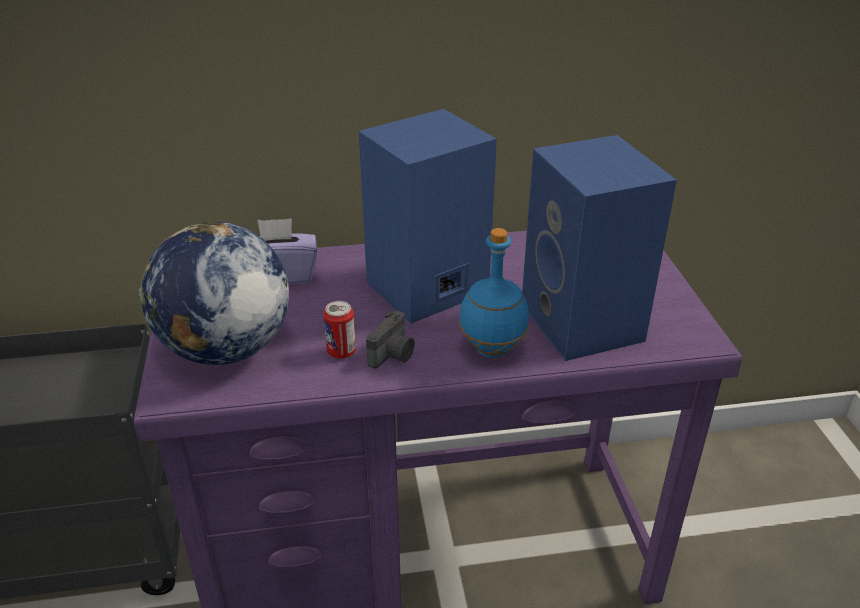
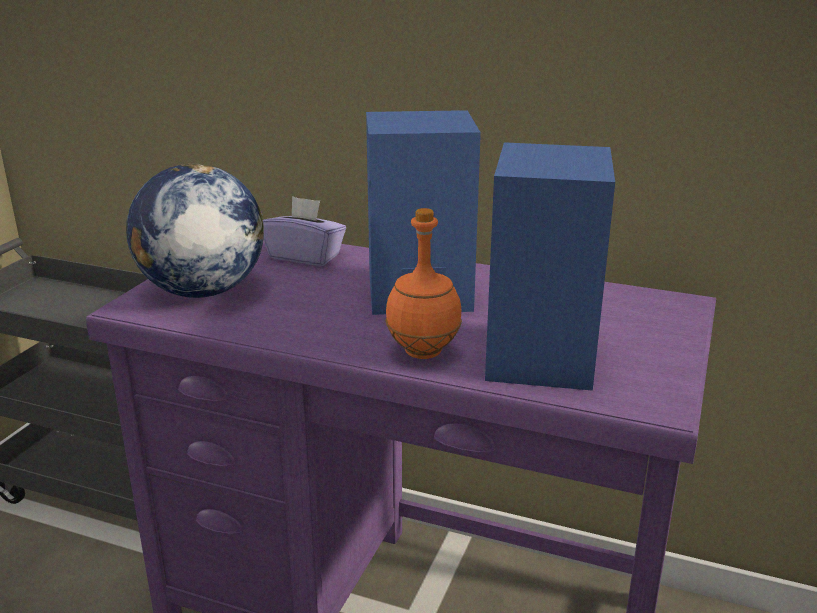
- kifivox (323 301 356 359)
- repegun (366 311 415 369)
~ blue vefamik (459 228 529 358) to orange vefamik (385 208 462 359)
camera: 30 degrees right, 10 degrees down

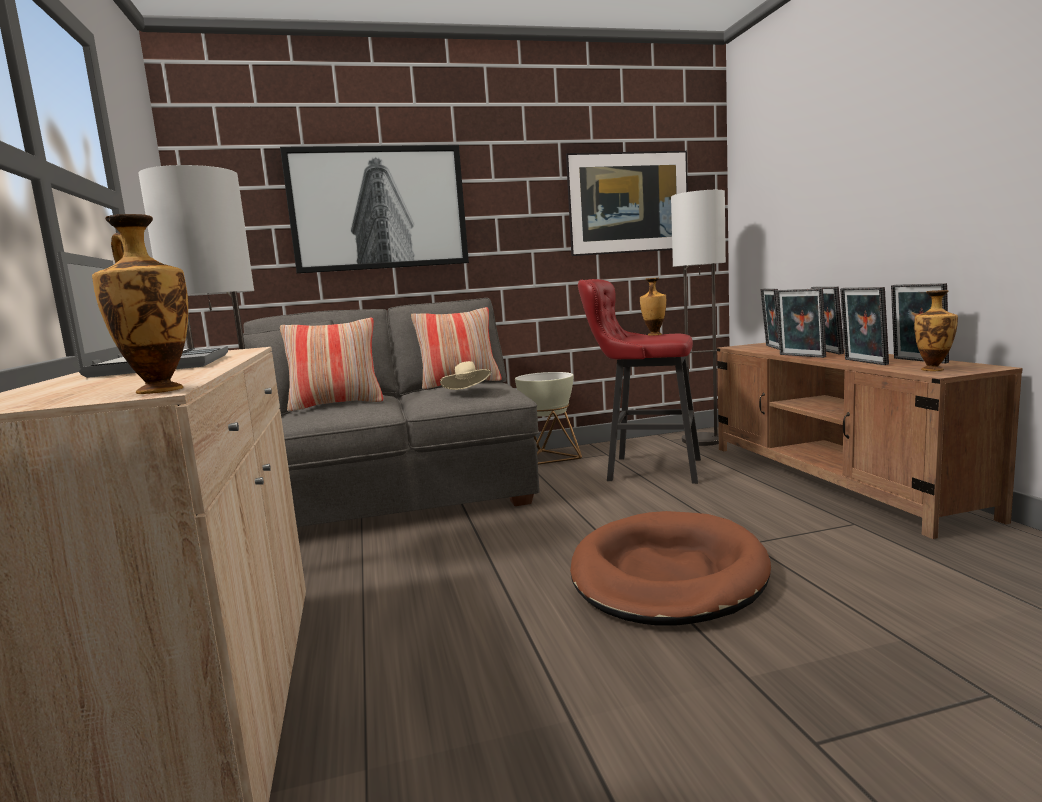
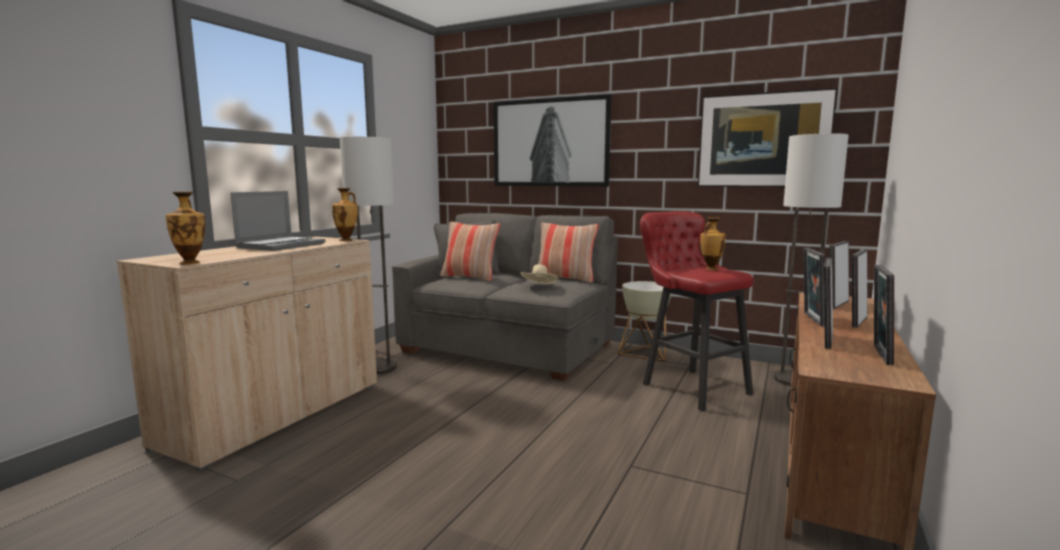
- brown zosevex (570 511 771 626)
~ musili (914 290 958 371) to (332 188 358 241)
camera: 40 degrees right, 0 degrees up

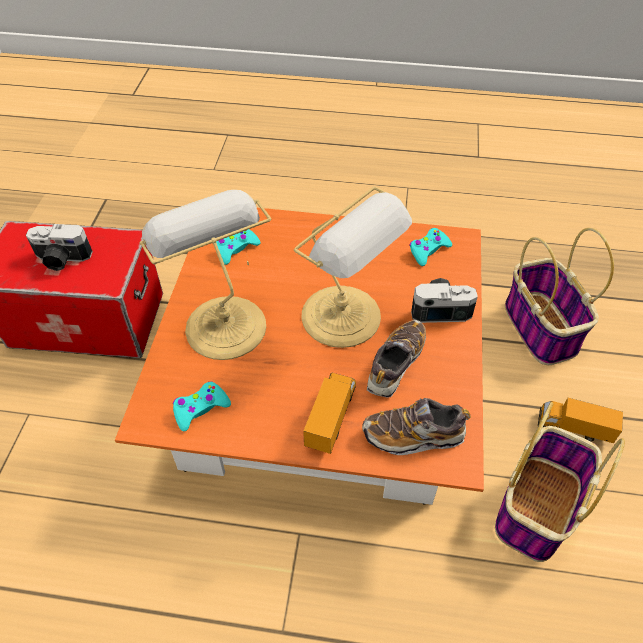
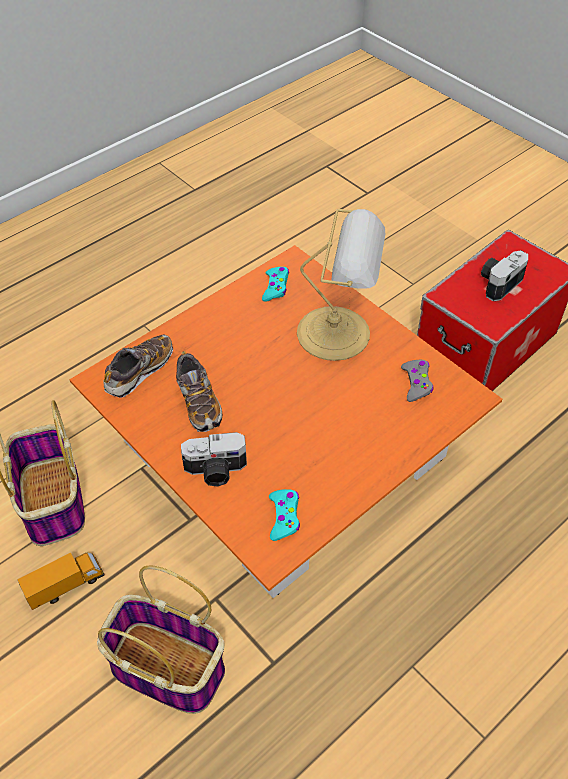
~ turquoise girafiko (216 229 261 265) to grey girafiko (401 360 433 402)
- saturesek (294 187 412 348)
- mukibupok (303 373 356 454)
~ repegun (411 278 478 323) = (181 432 247 487) 45 degrees clockwise
camera: 130 degrees right, 0 degrees up

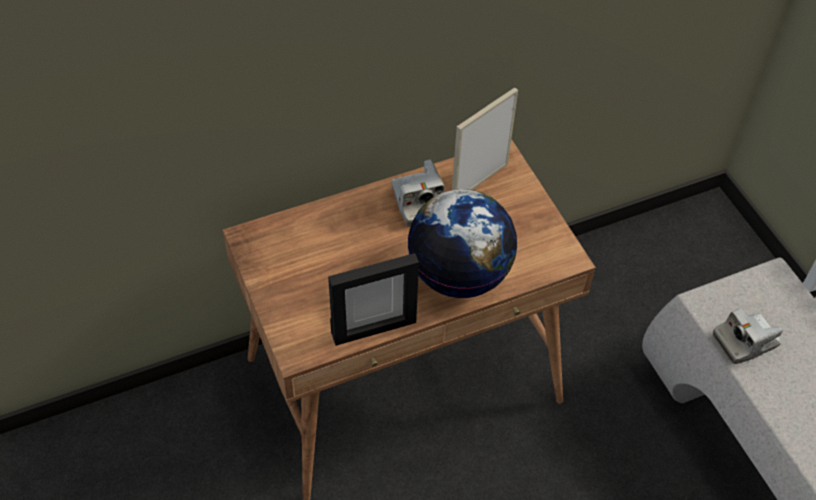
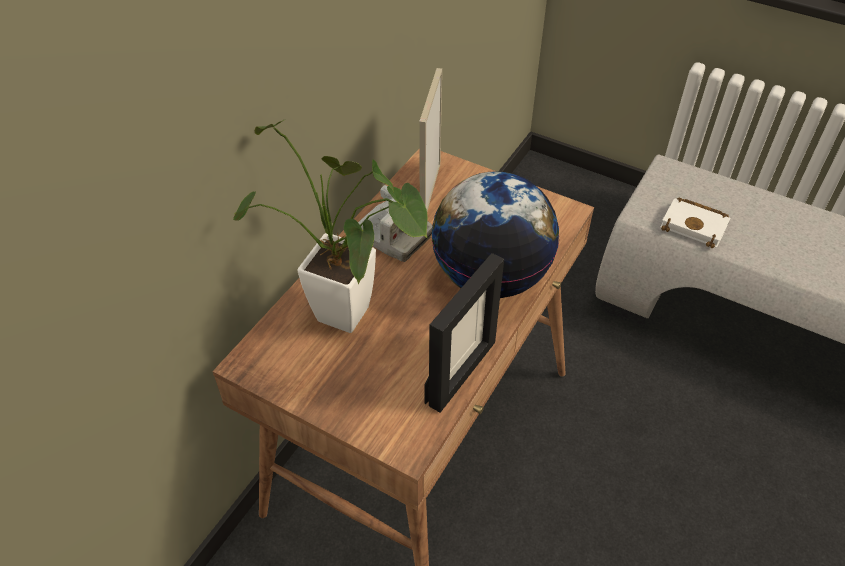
~ repegun (713 308 783 364) to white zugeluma (660 198 730 248)
+ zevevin (233 120 429 333)
camera: 35 degrees left, 5 degrees down

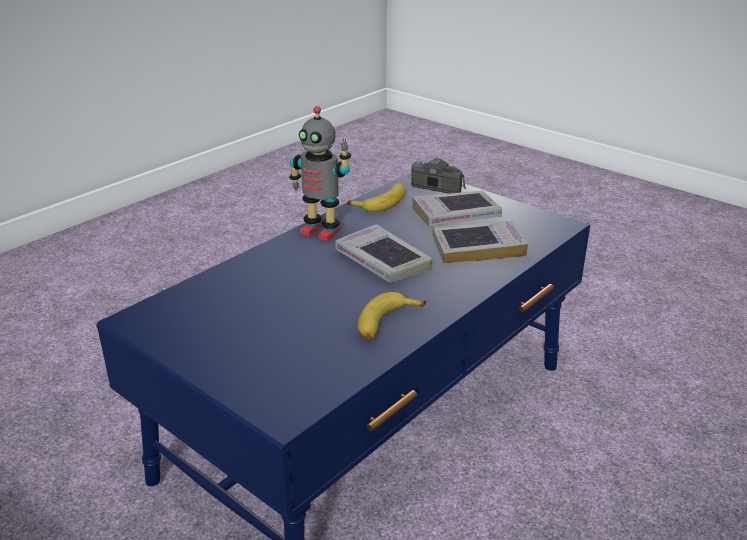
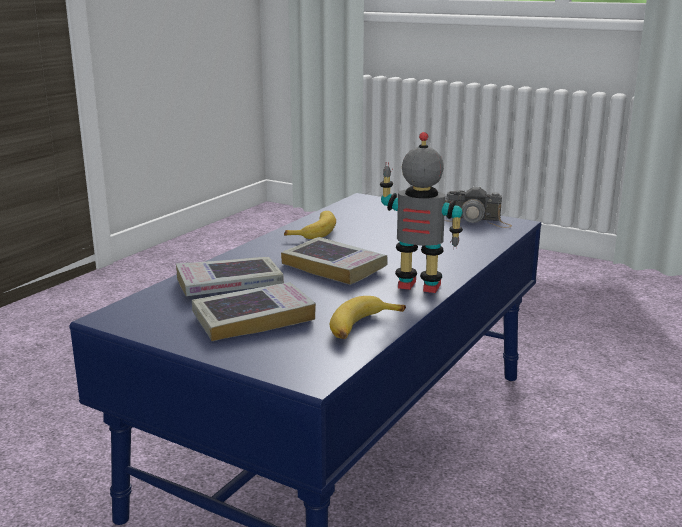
~ repegun (408 158 466 194) to (444 186 512 228)
camera: 170 degrees right, 10 degrees down

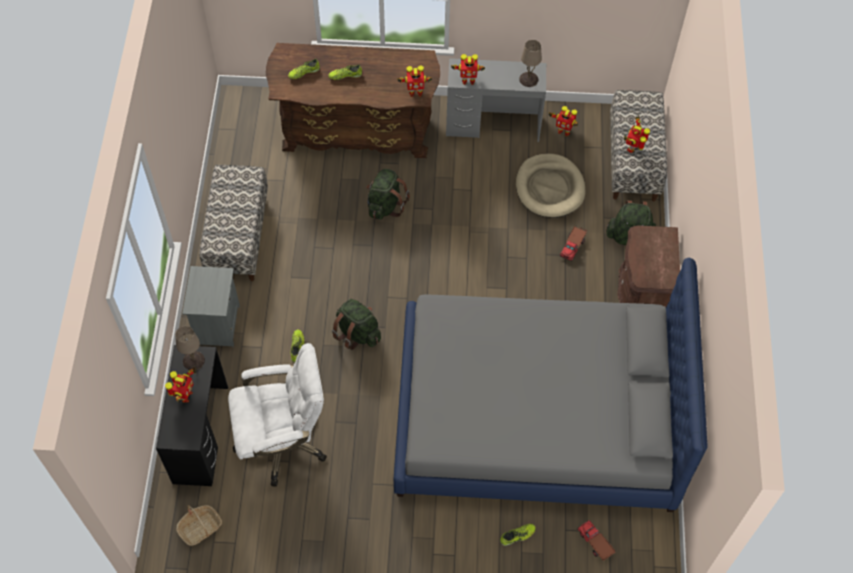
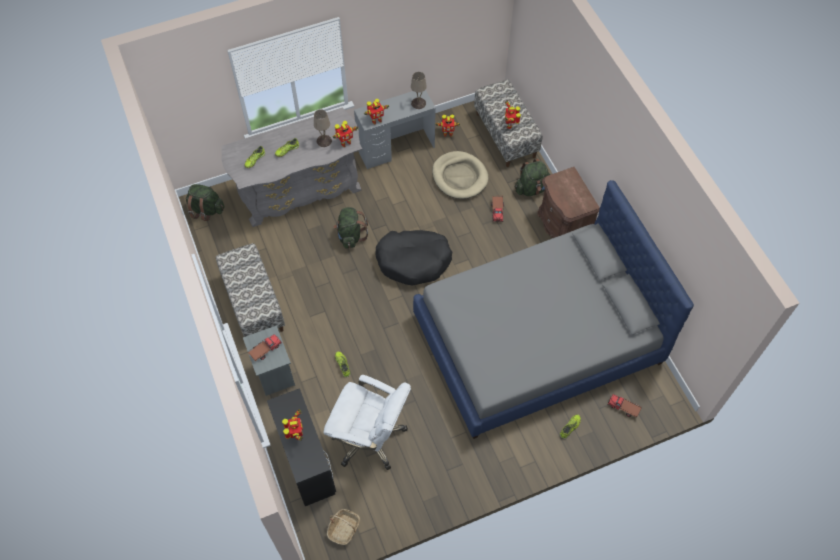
~ beige saturesek (175 326 205 370) to (314 109 332 147)
~ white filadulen (228 343 327 487) = (324 375 411 470) 60 degrees clockwise
~ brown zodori (266 43 440 158) to grey zodori (221 107 362 227)
~ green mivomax (332 299 381 350) to (186 184 224 221)
+ mukibupok (248 334 282 361)
+ black zosevex (375 230 452 285)
camera: 25 degrees left, 0 degrees up

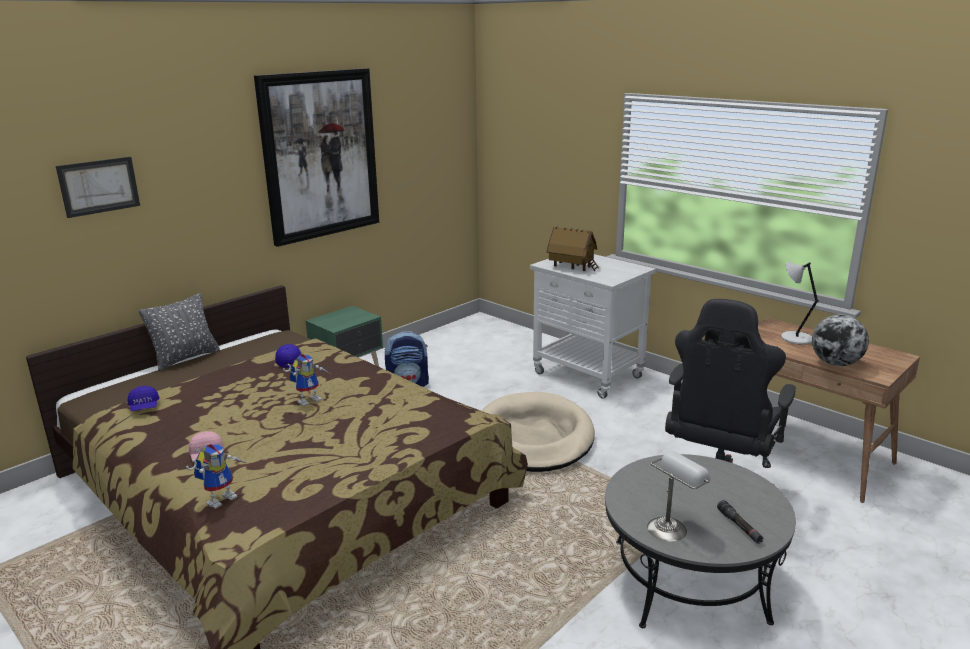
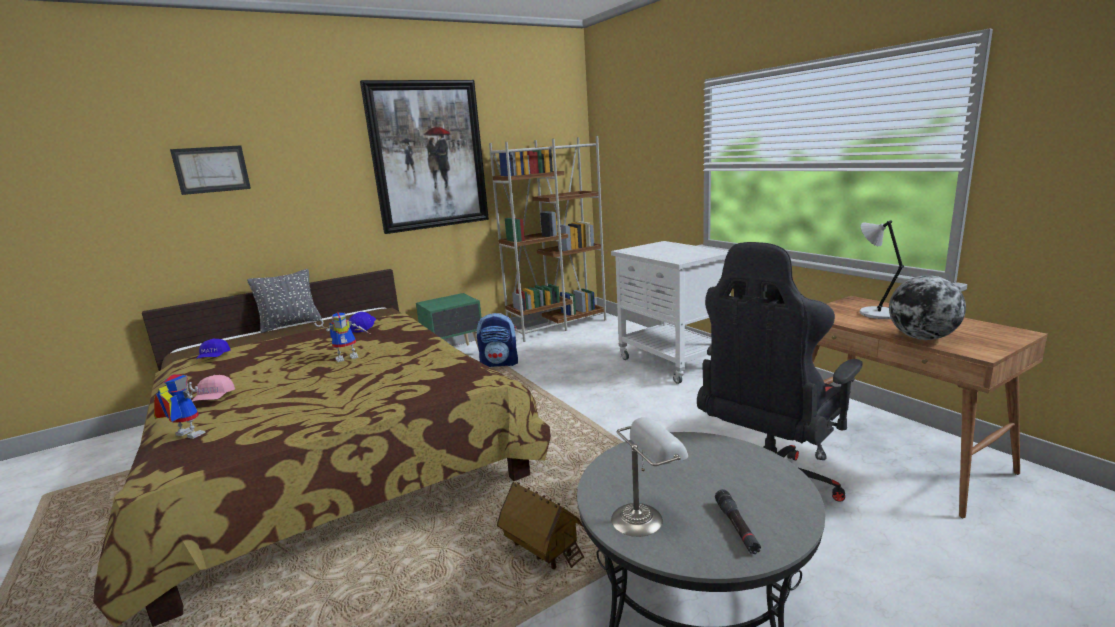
~ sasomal (186 444 246 509) = (154 375 205 439) 120 degrees counterclockwise
- beige zosevex (482 392 595 472)
~ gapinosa (547 227 599 271) to (497 482 584 569)
+ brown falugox (489 136 606 342)
camera: 15 degrees right, 5 degrees down

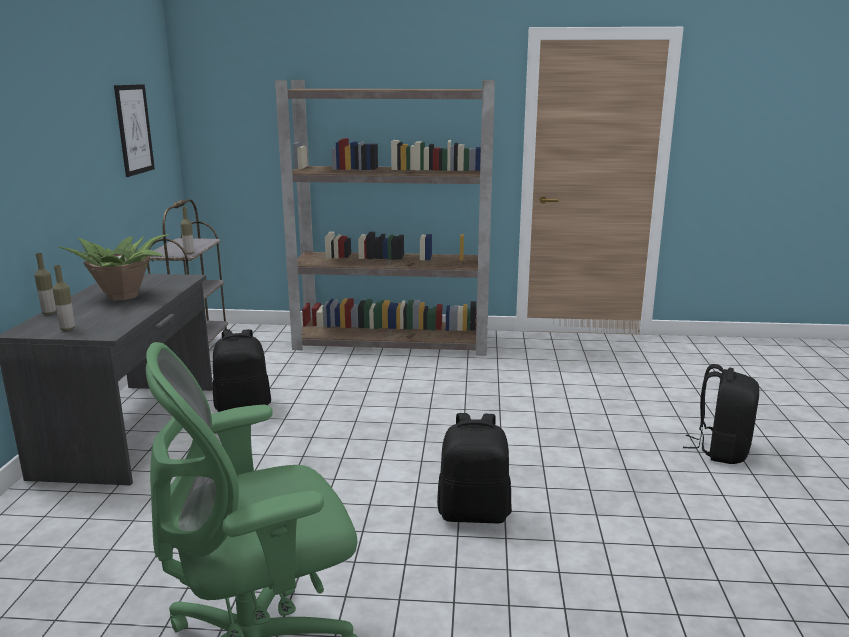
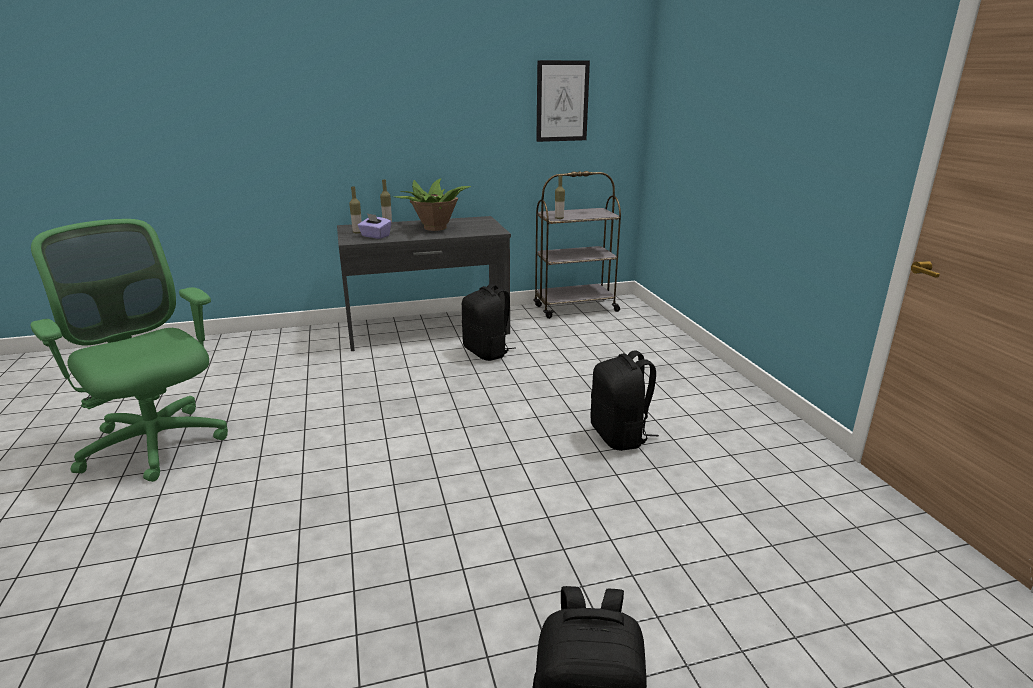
- brown falugox (275 80 495 356)
~ black mivomax (437 413 512 523) to (591 351 659 451)
+ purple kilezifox (358 213 391 239)
camera: 70 degrees right, 5 degrees up

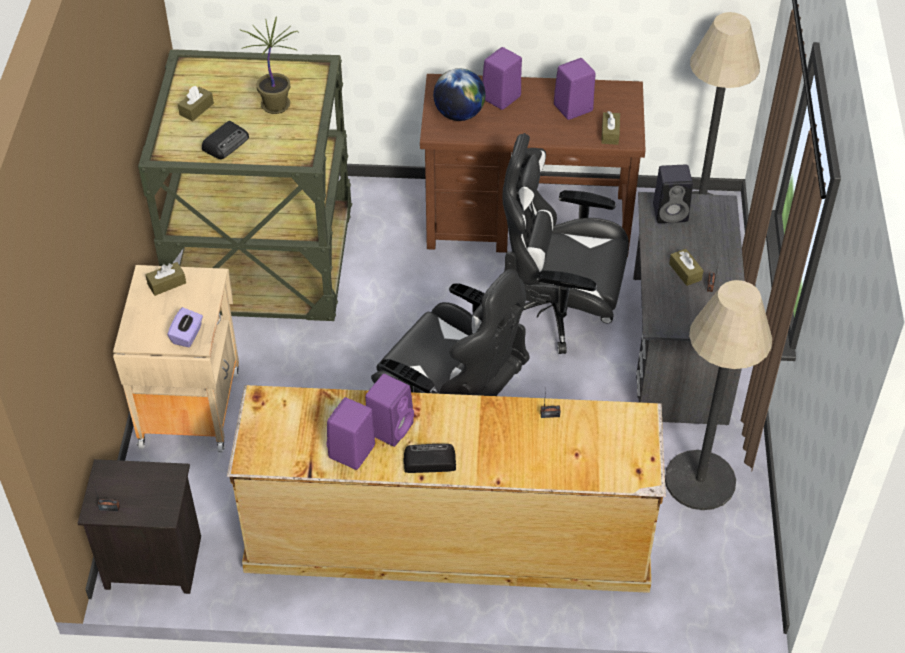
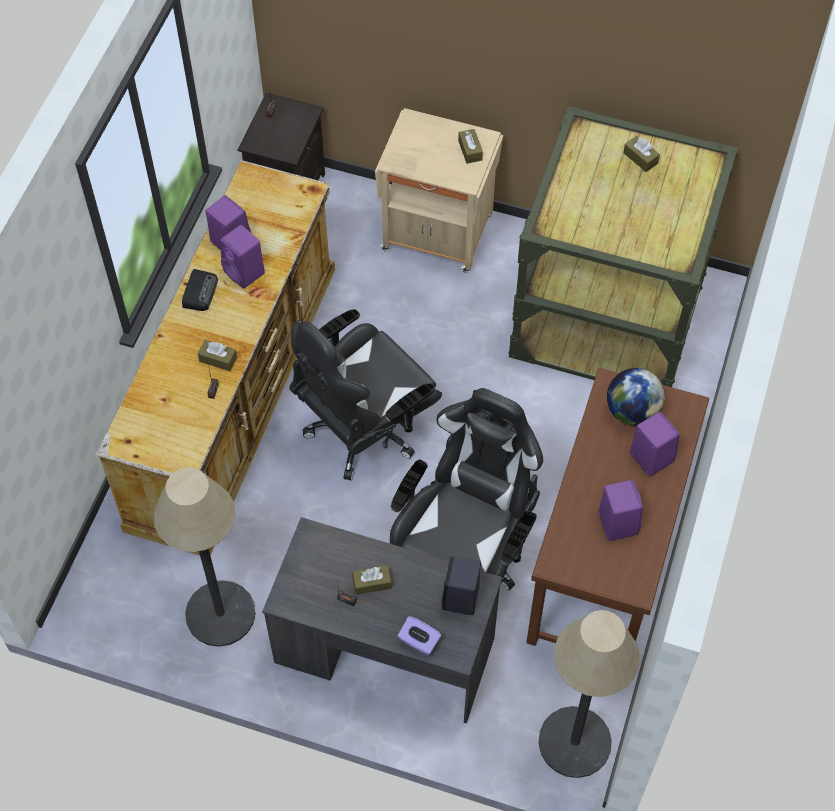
~ purple kilezifox (167 307 203 347) to (398 616 442 656)
- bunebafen (202 121 249 159)
- zevevin (239 16 299 114)
~ brown kilezifox (601 111 620 145) to (198 340 237 371)
camera: 105 degrees right, 10 degrees up

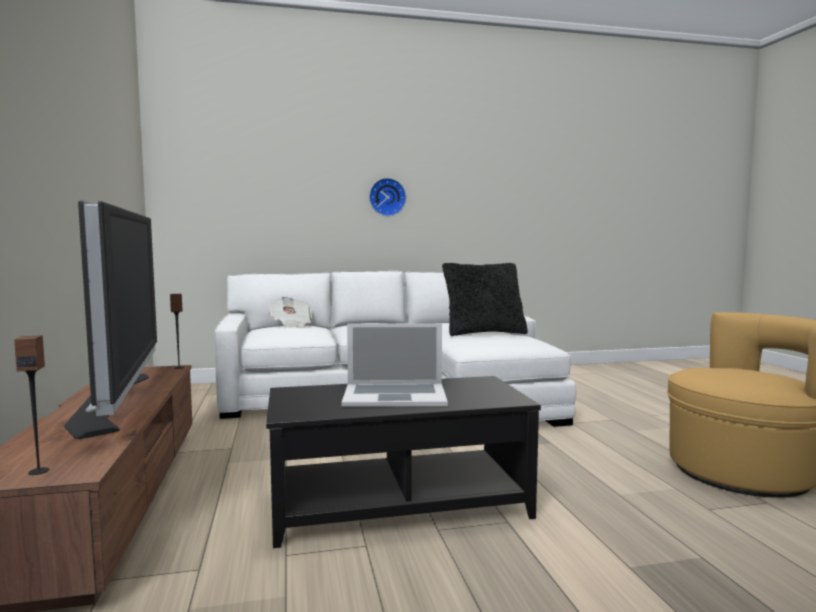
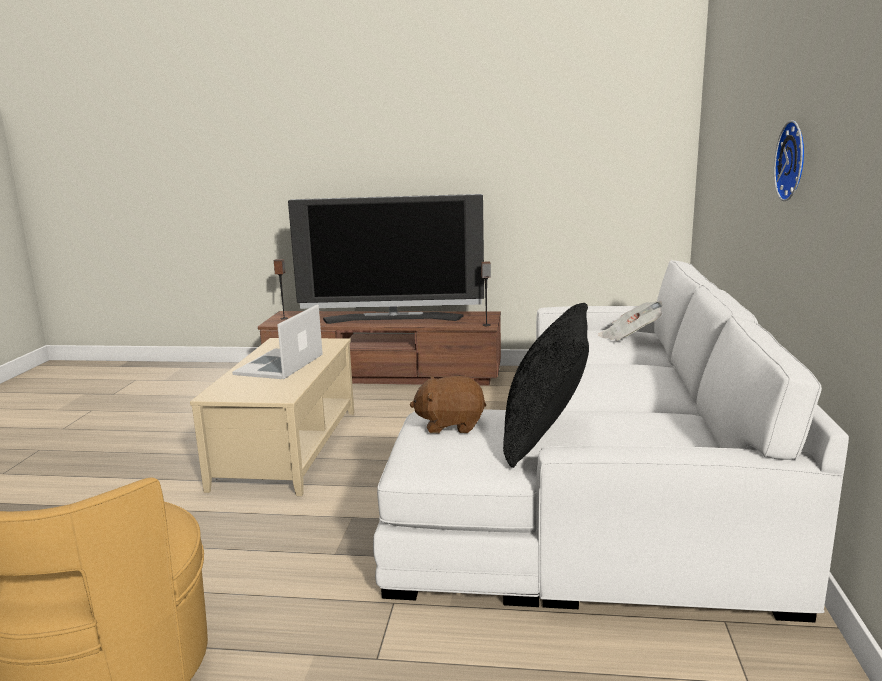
~ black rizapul (266 376 541 548) to beige rizapul (190 338 354 496)
+ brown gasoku (410 376 486 433)
camera: 110 degrees right, 10 degrees up

